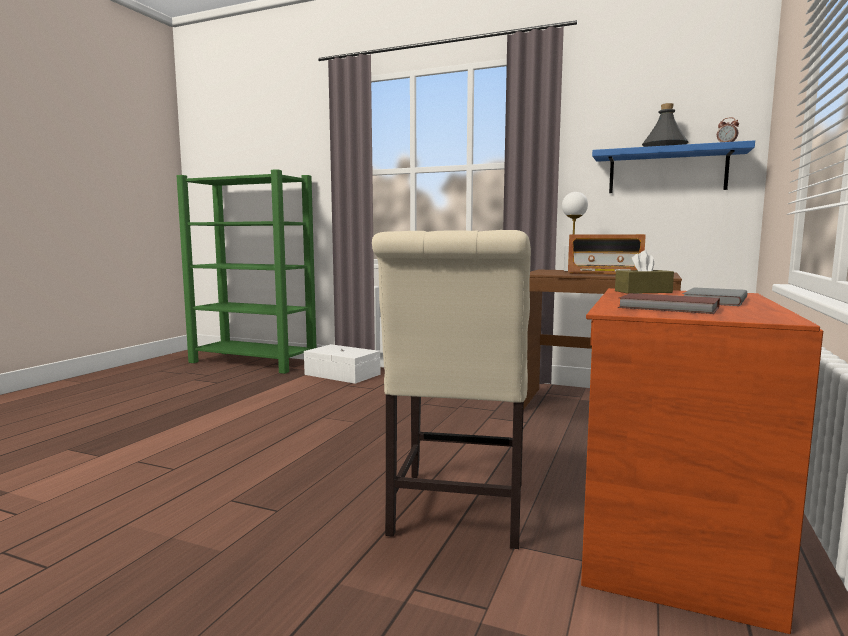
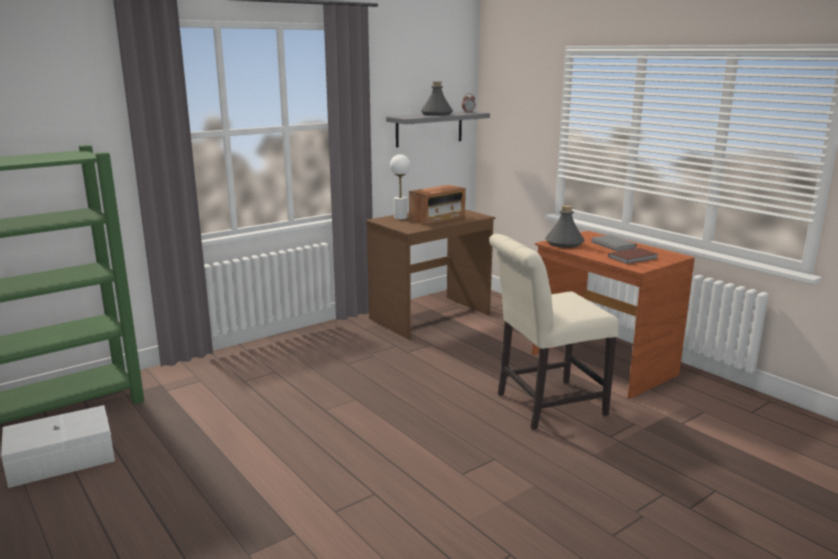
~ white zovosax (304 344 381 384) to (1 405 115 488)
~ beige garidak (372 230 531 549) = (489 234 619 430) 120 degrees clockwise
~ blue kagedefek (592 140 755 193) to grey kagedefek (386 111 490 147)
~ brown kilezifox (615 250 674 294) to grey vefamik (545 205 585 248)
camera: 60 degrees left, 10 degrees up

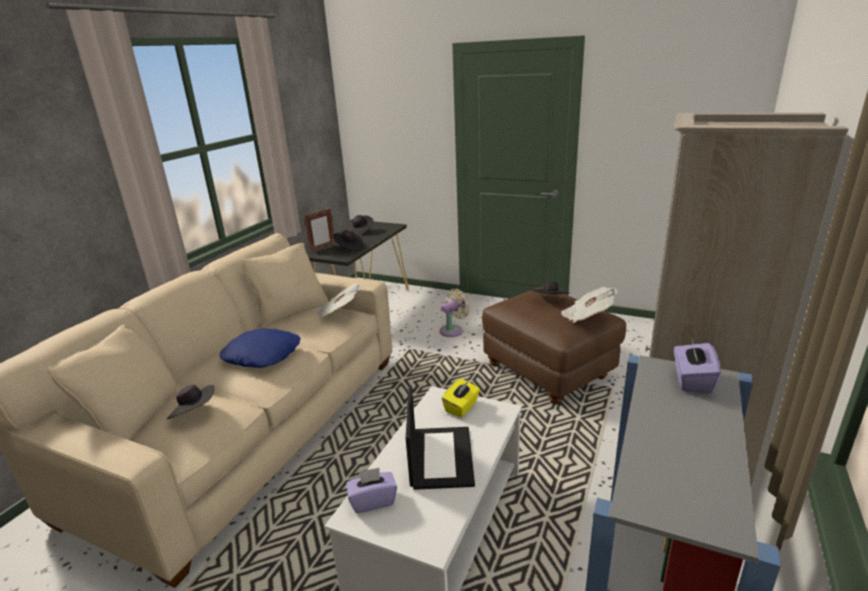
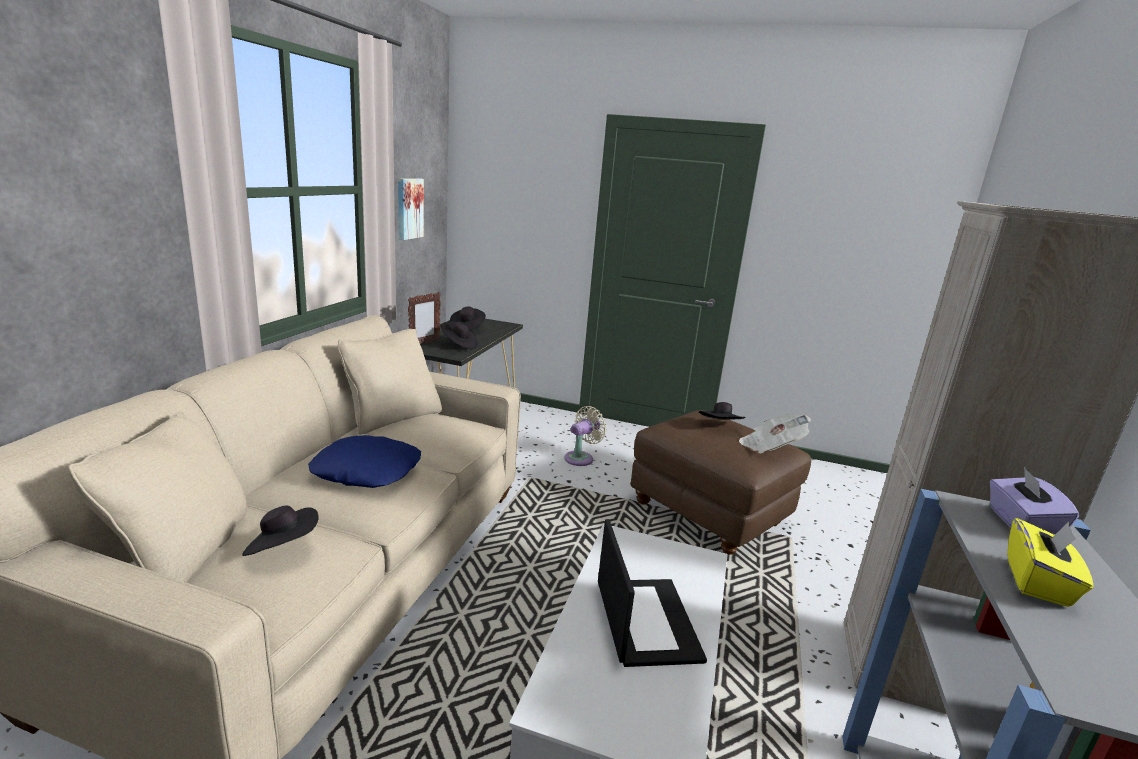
- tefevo (316 283 361 319)
- purple kilezifox (346 468 397 513)
~ yellow kilezifox (442 378 480 417) to (1007 518 1094 607)
+ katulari (398 178 424 240)
camera: 10 degrees left, 5 degrees down

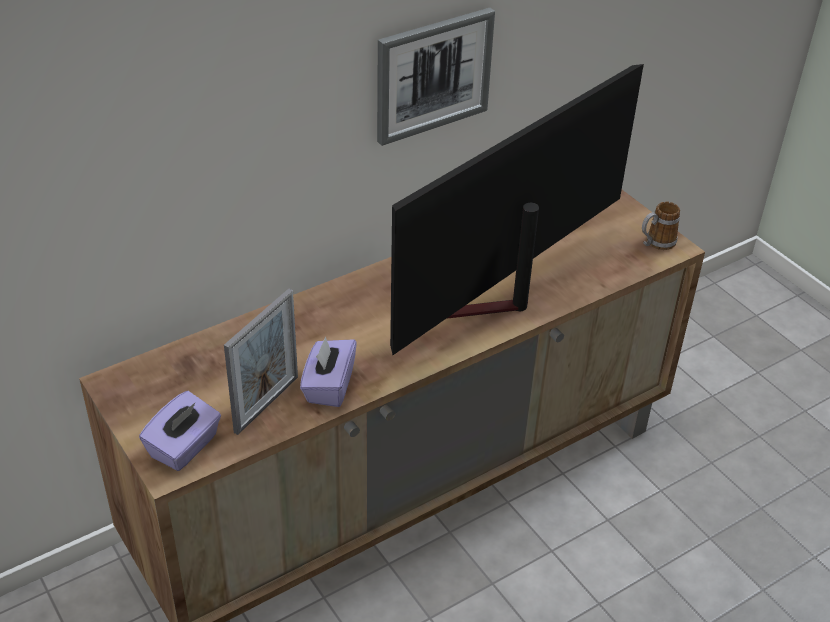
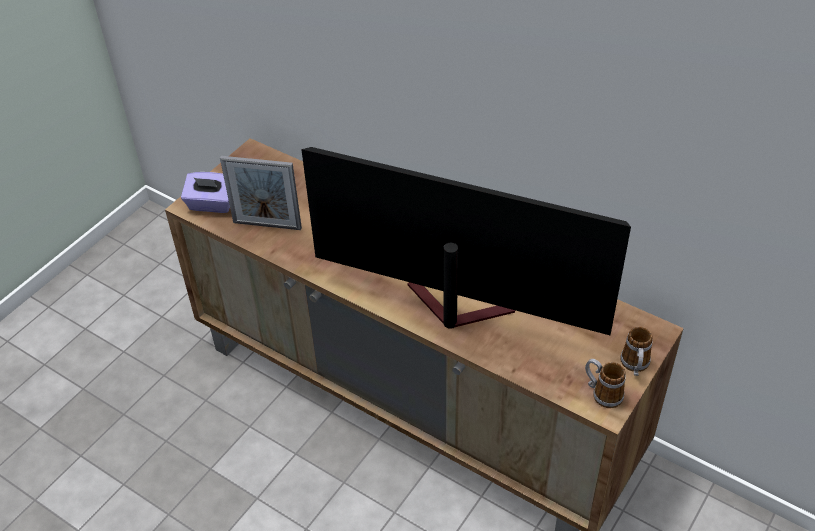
- purple kilezifox (300 336 357 407)
- katulari (377 8 495 146)
+ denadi (620 326 653 376)
camera: 70 degrees right, 5 degrees up

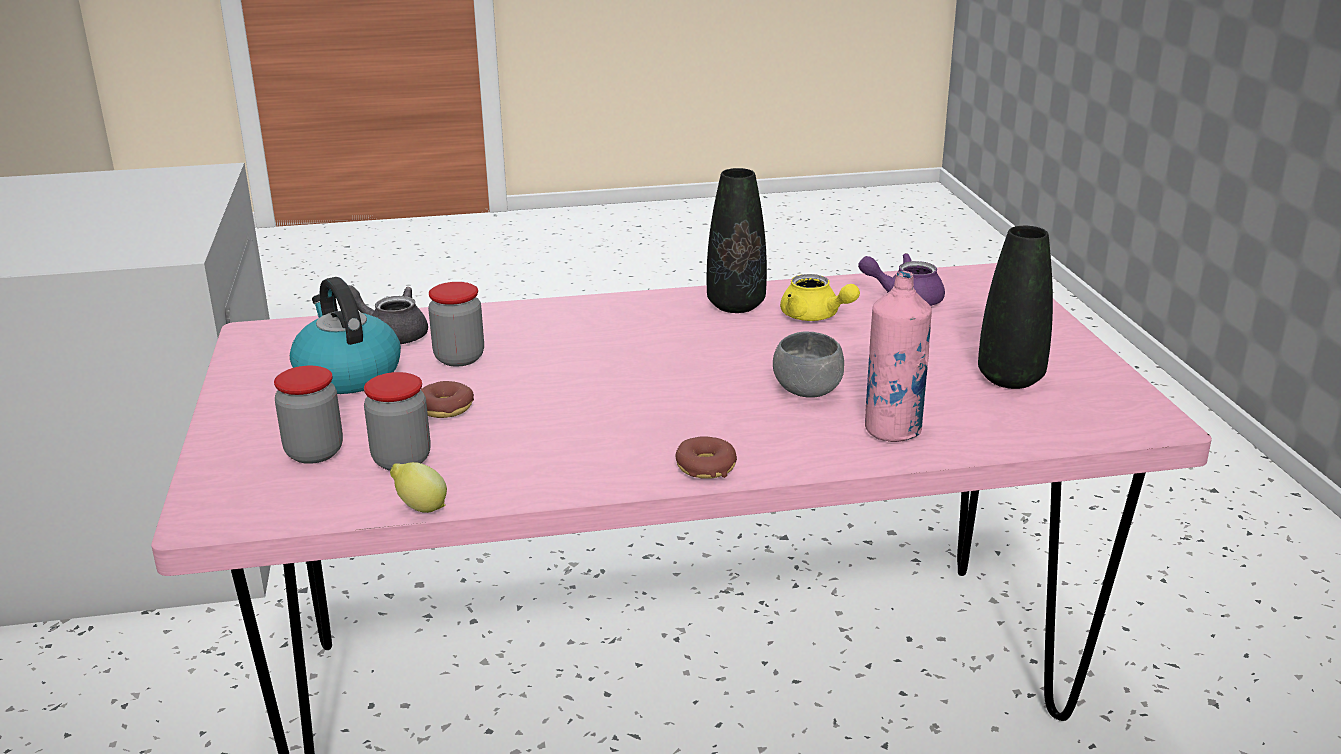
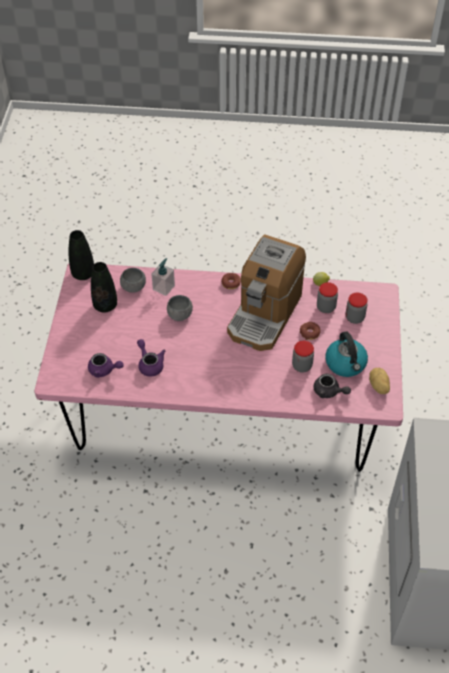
~ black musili (707 168 767 313) to (69 230 94 280)
~ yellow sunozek (780 274 860 321) to purple sunozek (137 339 165 377)
~ pink vefamik (865 271 932 442) to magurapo (151 258 175 296)
+ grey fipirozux (120 268 146 293)
+ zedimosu (227 234 306 351)
+ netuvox (369 368 390 394)
camera: 165 degrees left, 25 degrees up

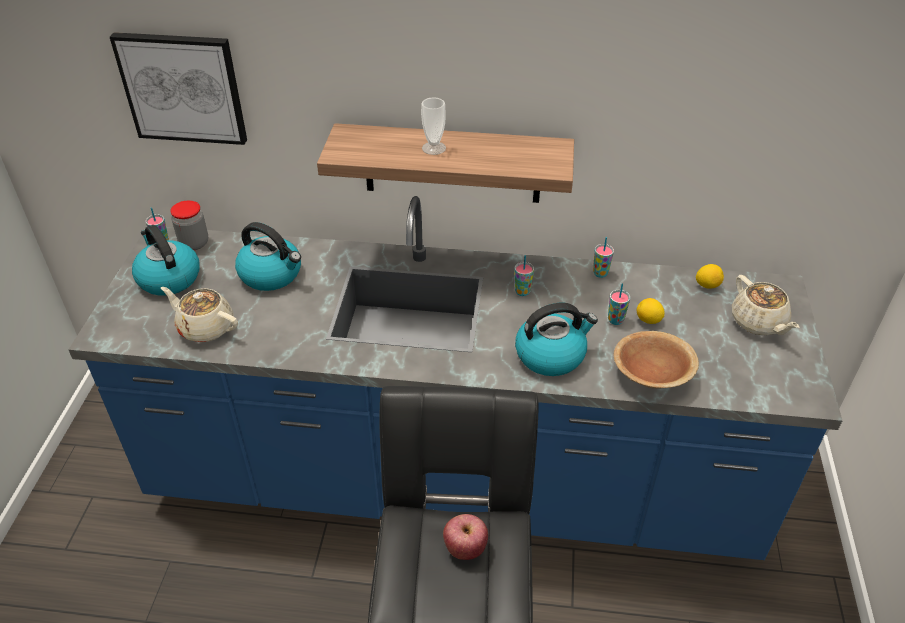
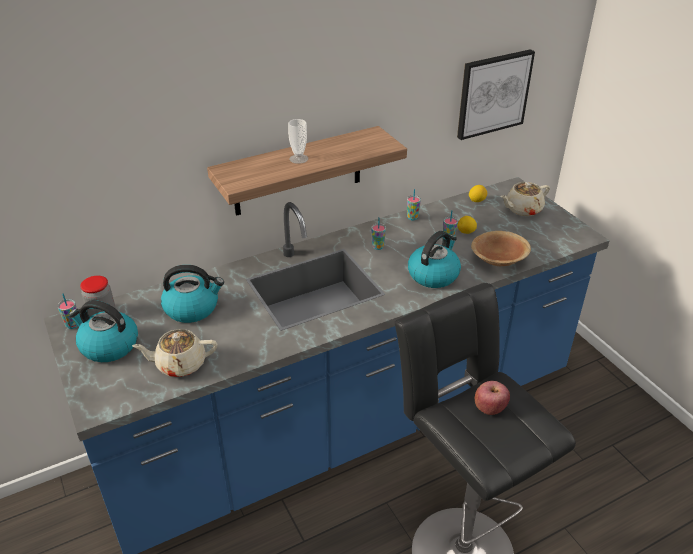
~ katulari (110 32 247 145) to (457 49 535 140)
~ beige sunozek (732 275 800 335) = (500 182 550 216) 120 degrees clockwise
camera: 35 degrees left, 5 degrees down

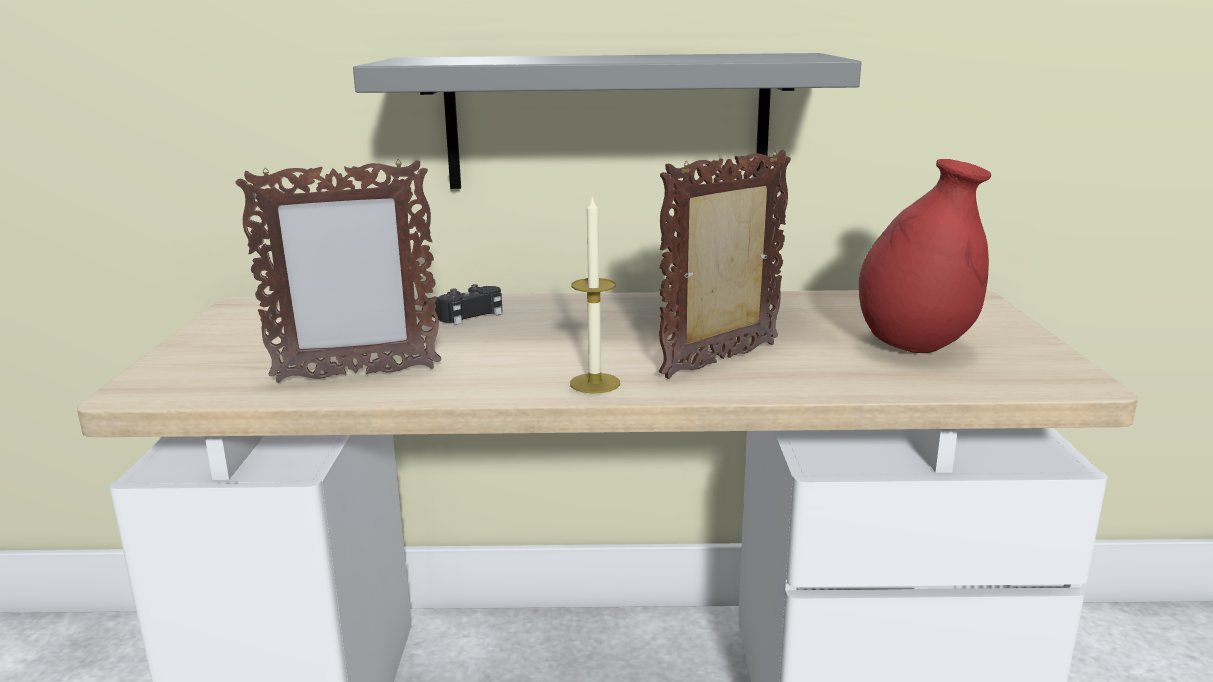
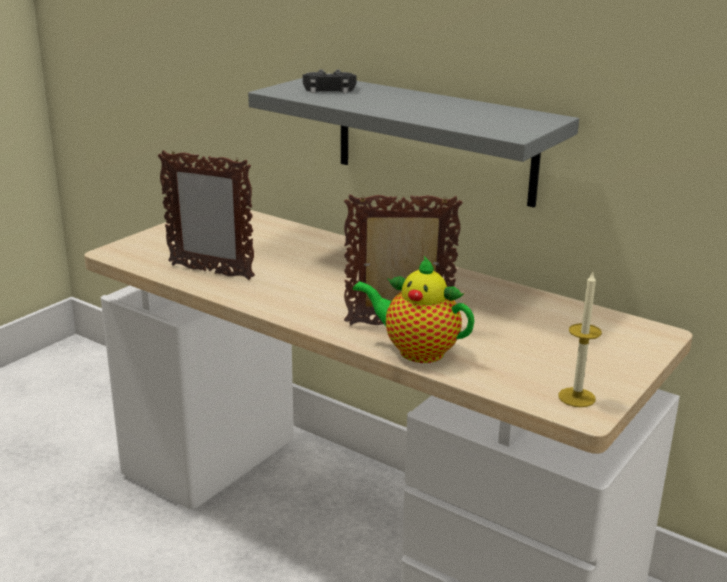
~ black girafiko (423 284 502 325) to (303 69 356 93)
~ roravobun (570 196 620 393) to (558 271 602 407)
- red musili (859 159 991 353)
+ sunozek (353 256 474 363)
camera: 35 degrees right, 5 degrees up

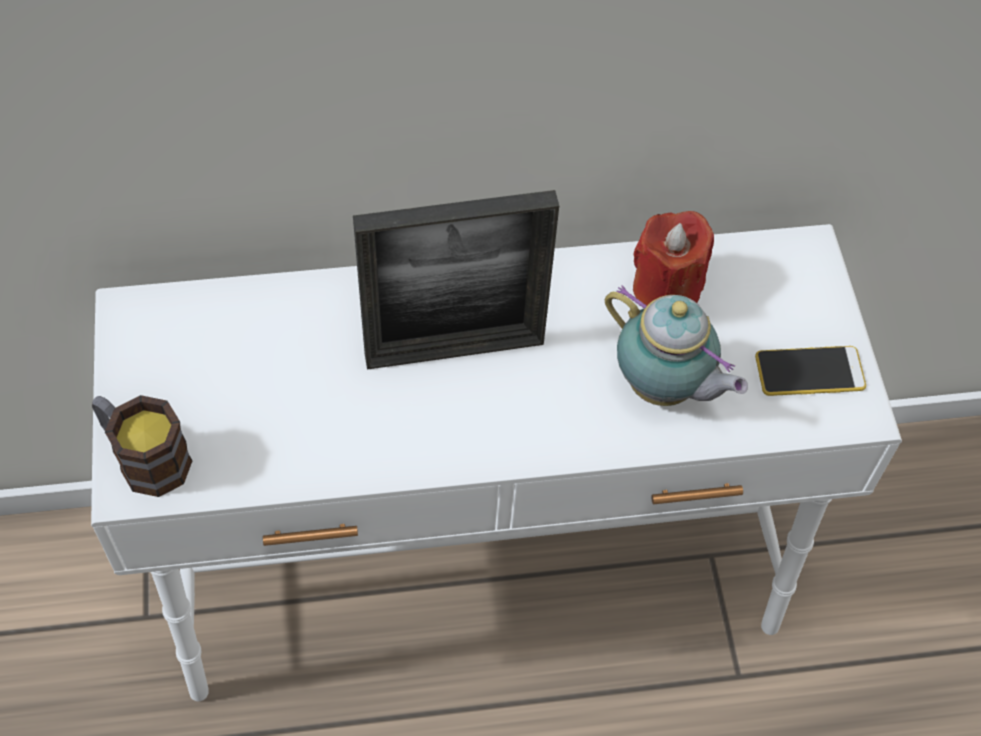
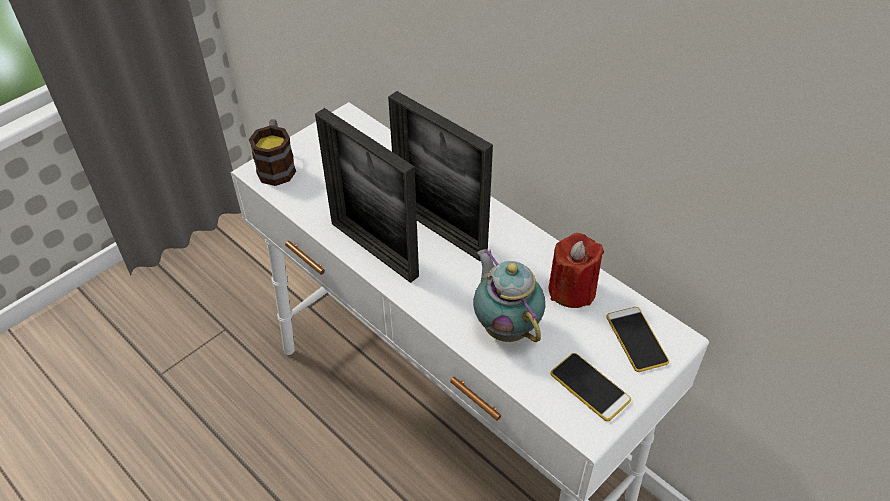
~ sunozek (605 285 748 406) = (473 249 545 342) 150 degrees clockwise
+ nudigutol (315 108 419 283)
+ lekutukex (606 307 669 372)
camera: 55 degrees right, 10 degrees down

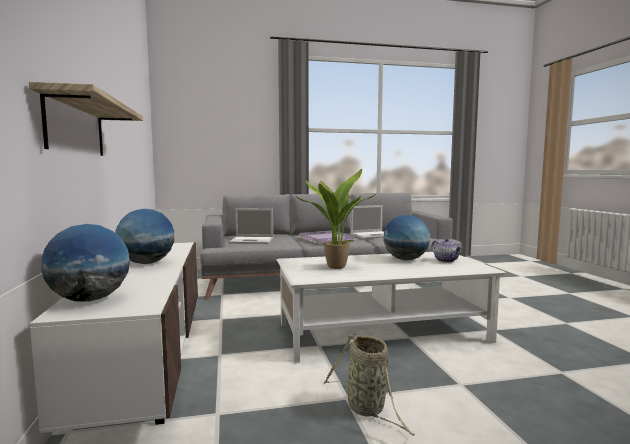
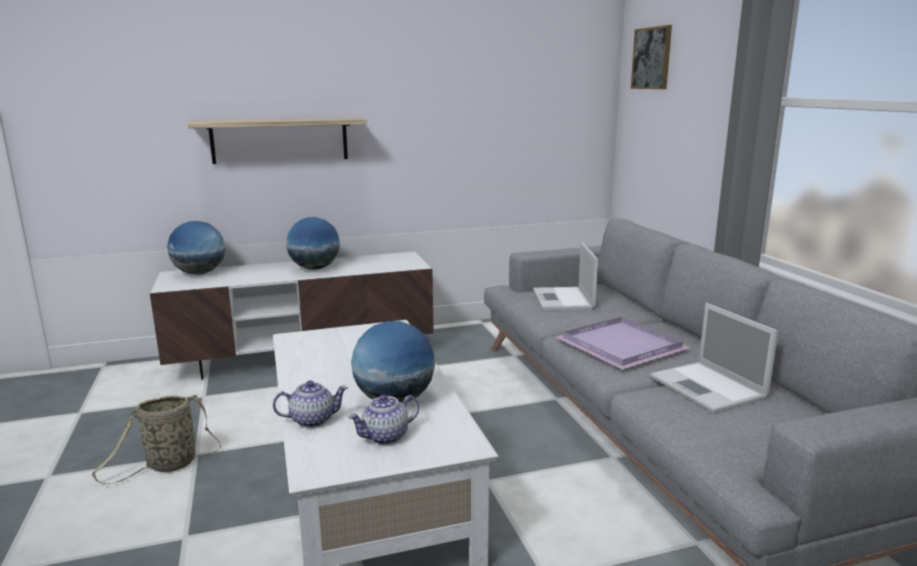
- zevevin (296 169 379 269)
+ sunozek (273 380 348 428)
+ katulari (631 25 672 89)
camera: 85 degrees right, 10 degrees up

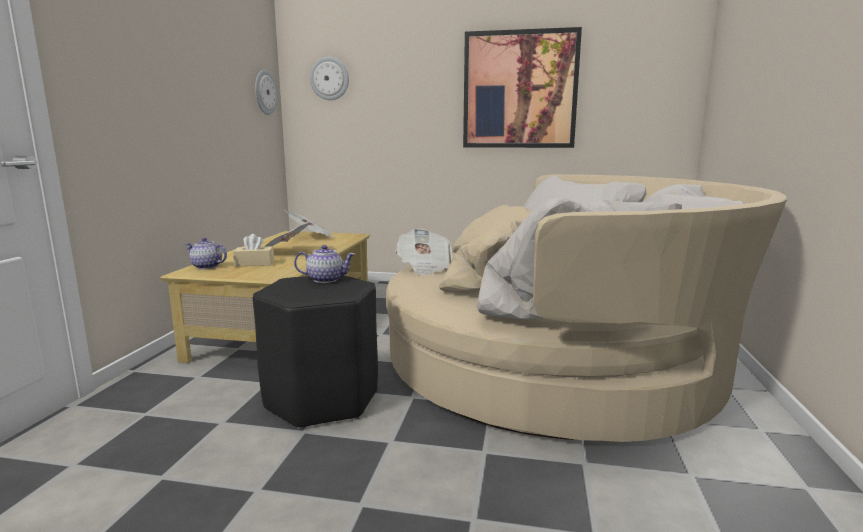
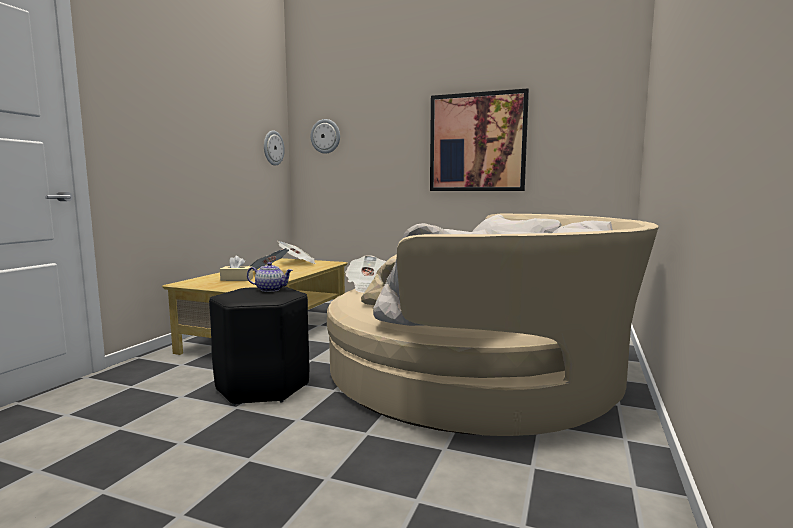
- sunozek (185 238 227 269)
camera: 10 degrees right, 5 degrees down

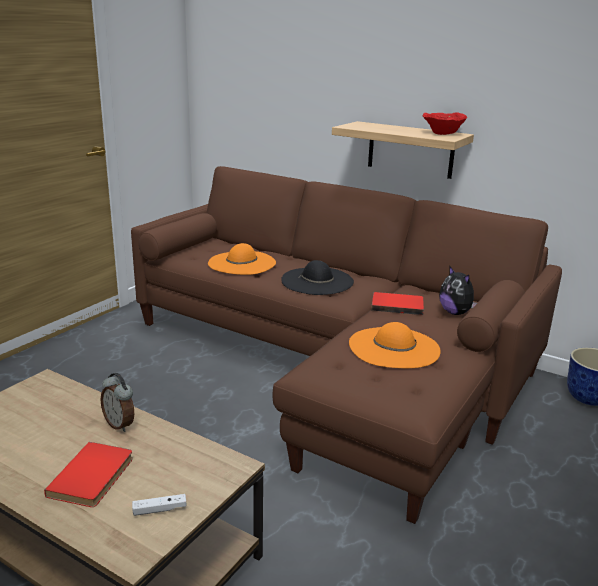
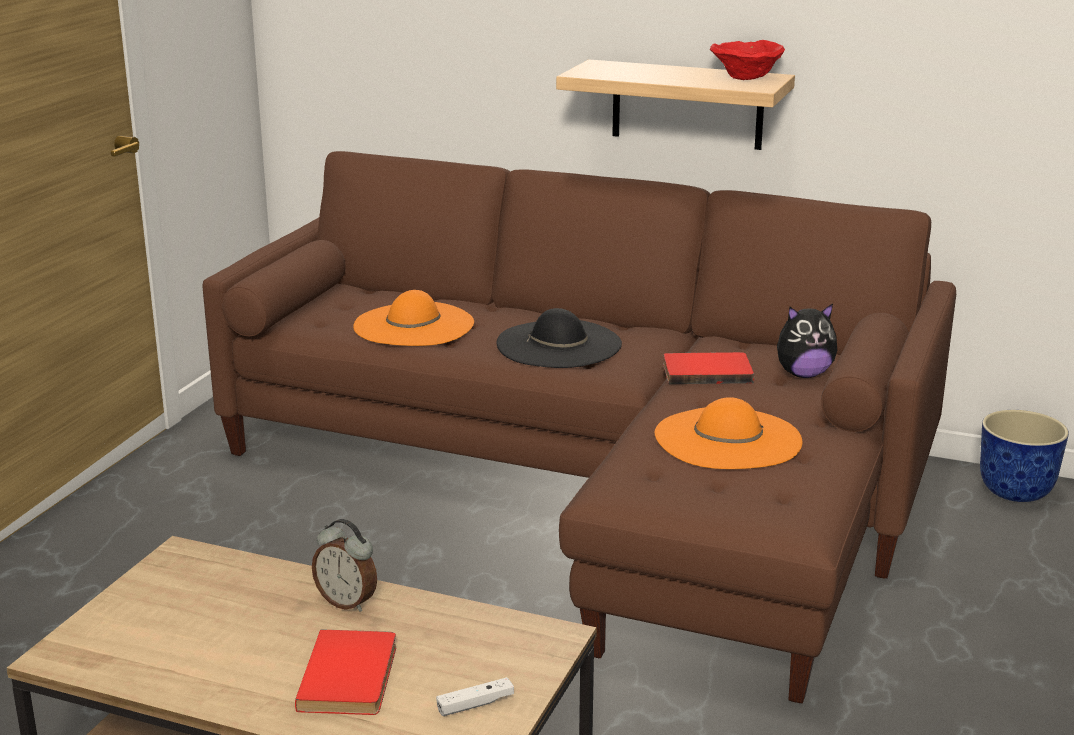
~ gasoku (439 267 477 315) = (777 304 837 378) 60 degrees counterclockwise
camera: 10 degrees left, 0 degrees up

